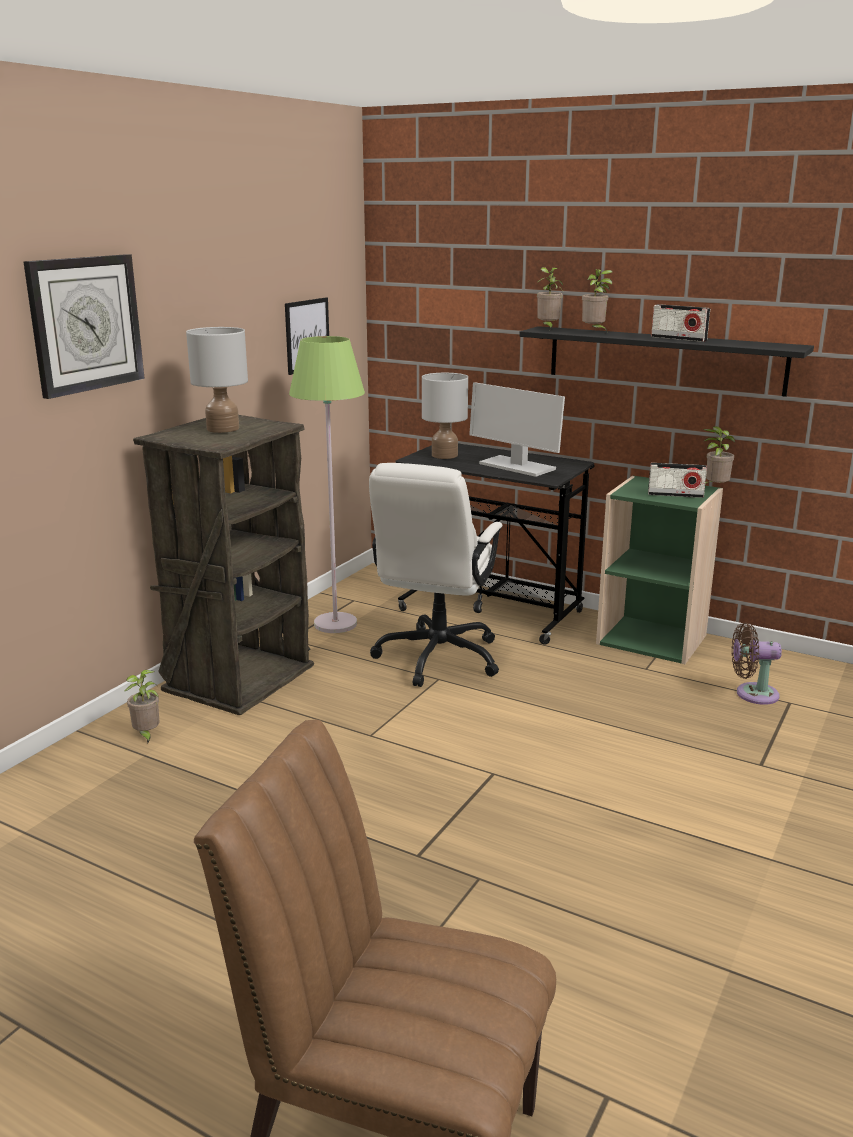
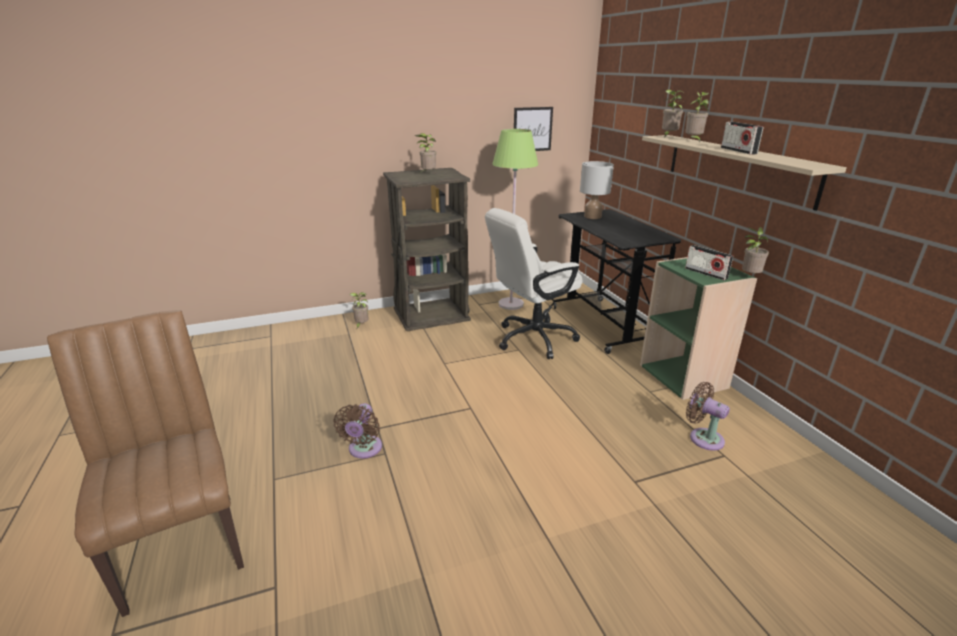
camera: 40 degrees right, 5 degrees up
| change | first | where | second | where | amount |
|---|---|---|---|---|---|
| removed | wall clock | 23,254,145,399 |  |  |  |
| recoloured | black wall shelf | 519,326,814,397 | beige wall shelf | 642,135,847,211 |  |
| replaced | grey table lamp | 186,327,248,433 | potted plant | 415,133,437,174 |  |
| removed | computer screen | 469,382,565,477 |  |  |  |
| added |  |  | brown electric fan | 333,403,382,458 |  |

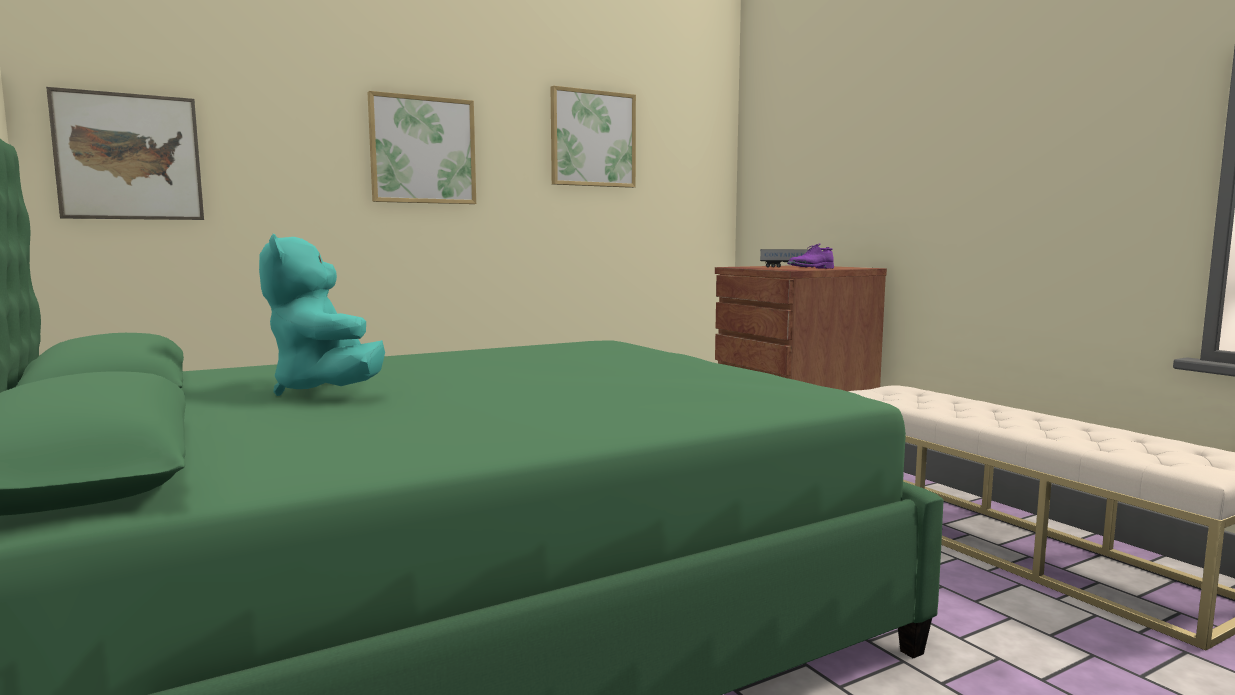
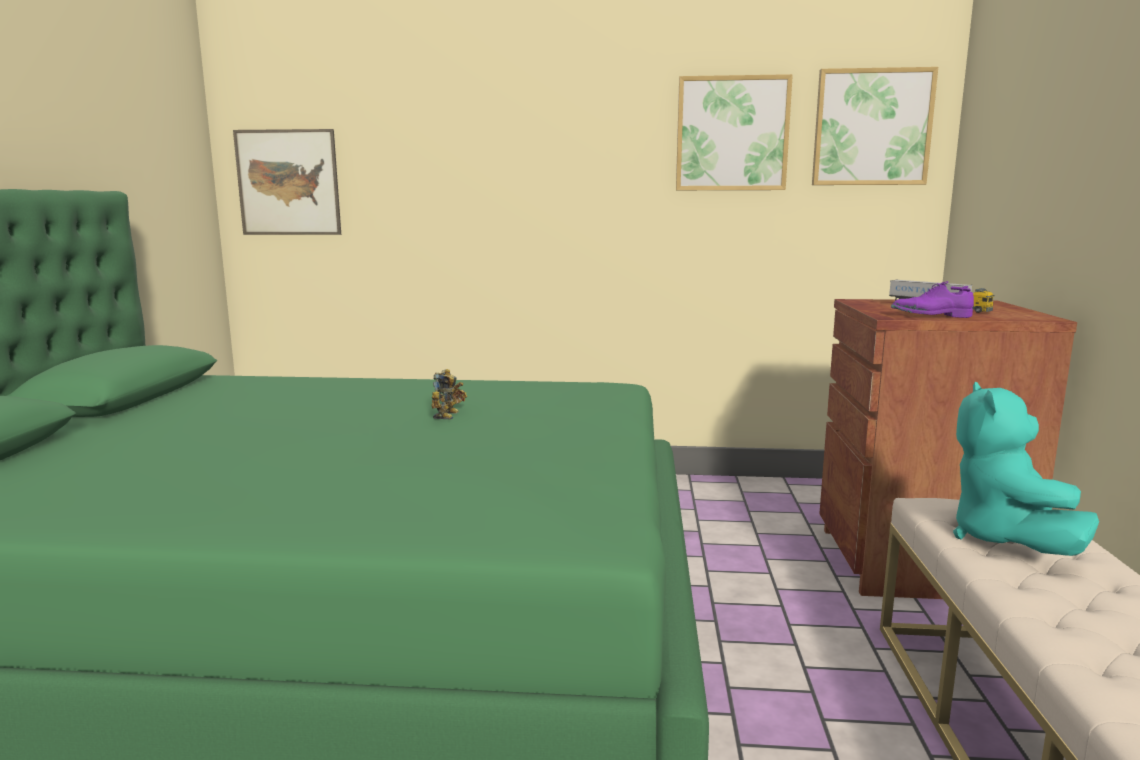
camera: 35 degrees right, 5 degrees up
| change | first | where | second | where | amount |
|---|---|---|---|---|---|
| moved | wall picture | 368,91,476,204 |  | 812,67,938,185 |  |
| moved | turquoise-coloured plush toy | 259,234,385,396 |  | 953,382,1099,556 |  |
| added |  |  | toy robot | 432,369,467,419 |  |

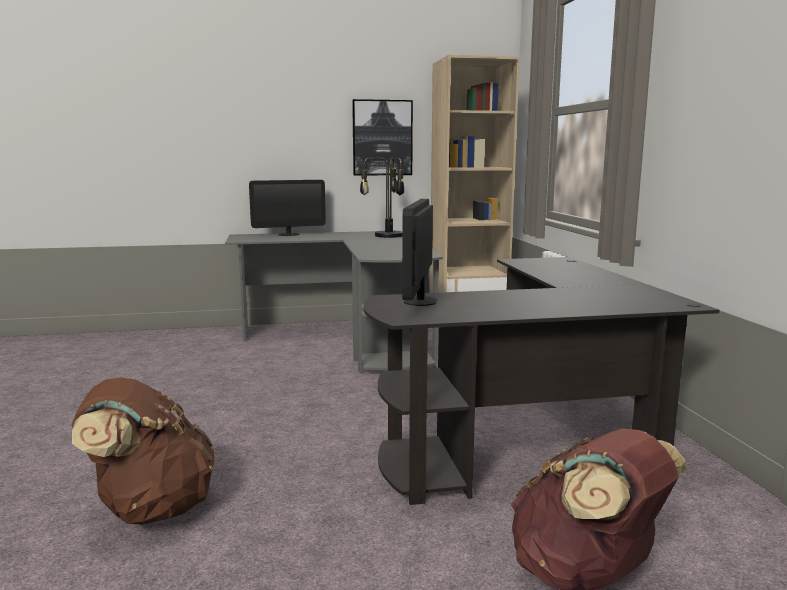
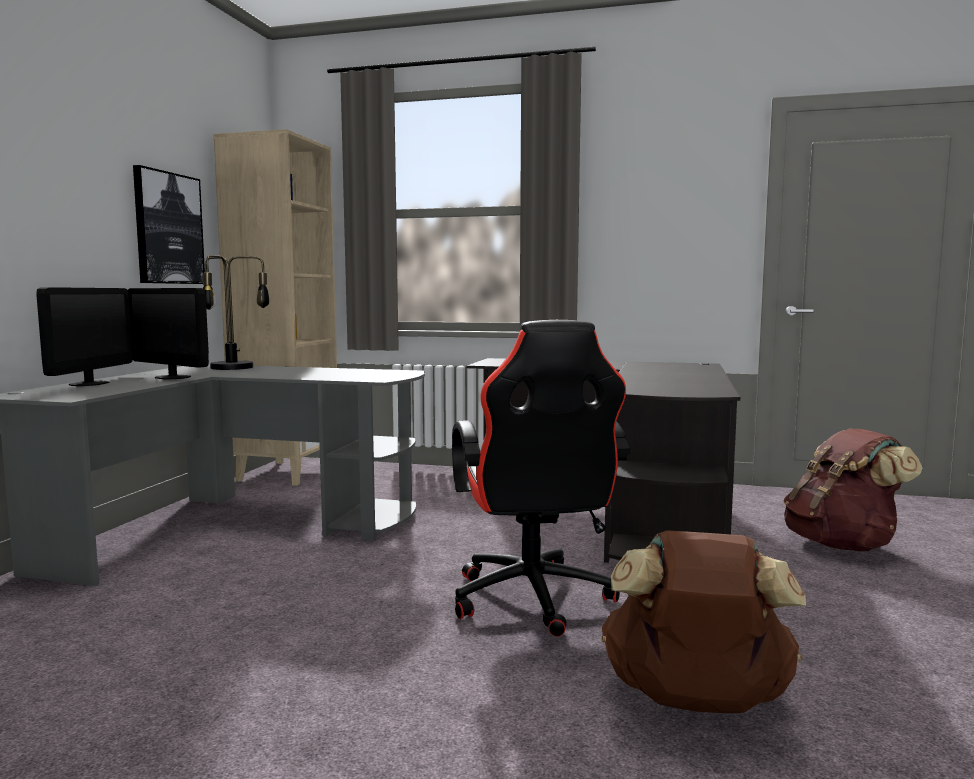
camera: 65 degrees left, 5 degrees down
| change | first | where | second | where | amount |
|---|---|---|---|---|---|
| moved | computer screen | 402,199,437,306 |  | 128,288,209,380 |  |
| added |  |  | black desk chair | 452,320,630,637 |  |

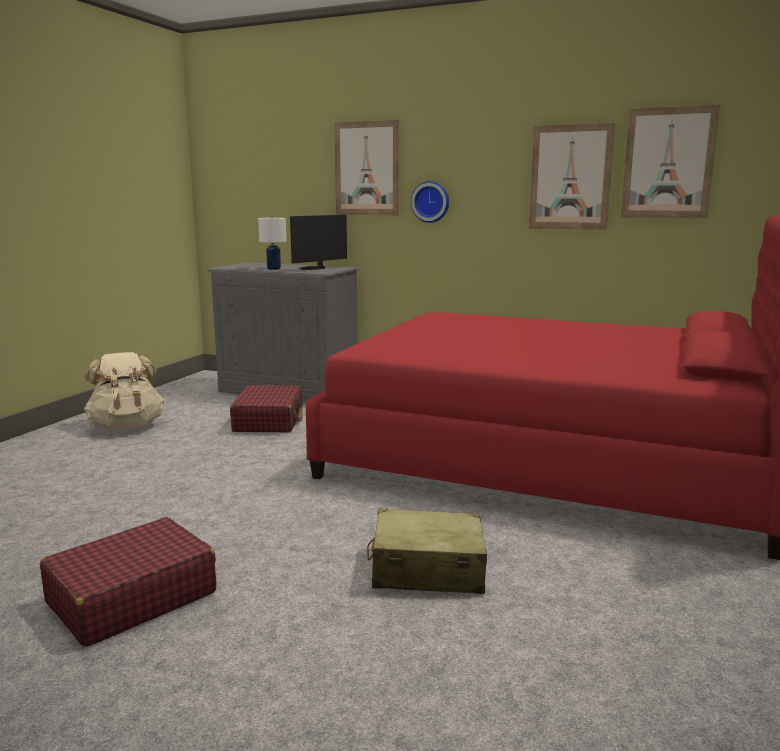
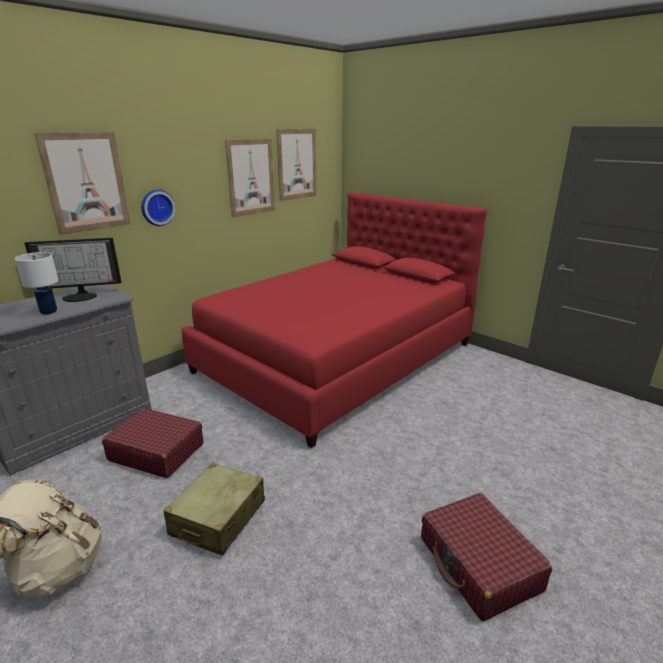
camera: 70 degrees left, 10 degrees up
| change | first | where | second | where | amount |
|---|---|---|---|---|---|
| turned | computer screen | 290,215,347,270 |  | 24,238,121,302 | 75 degrees counterclockwise |
| moved | beige piece of luggage | 367,508,487,594 |  | 163,463,265,556 |  |

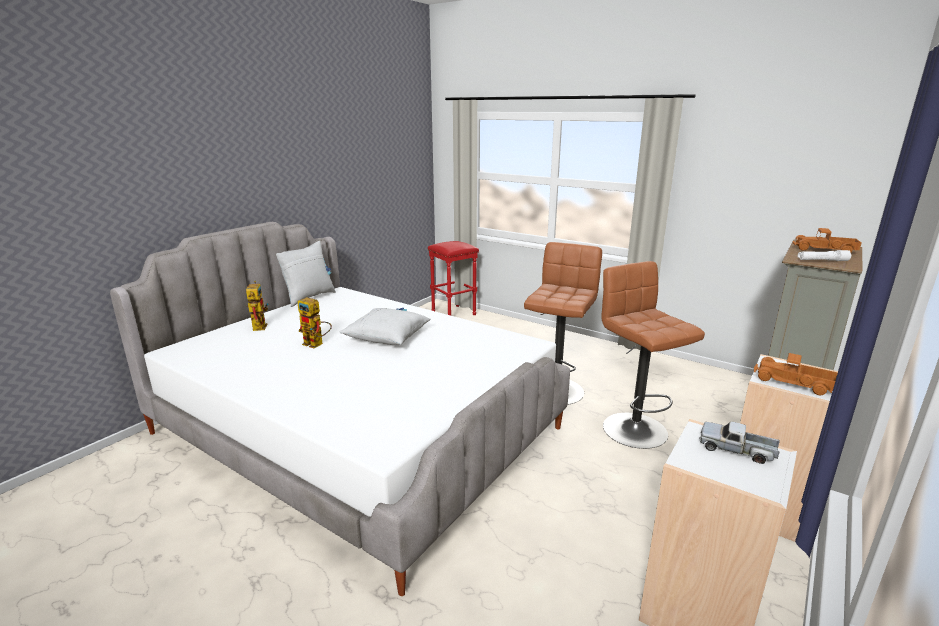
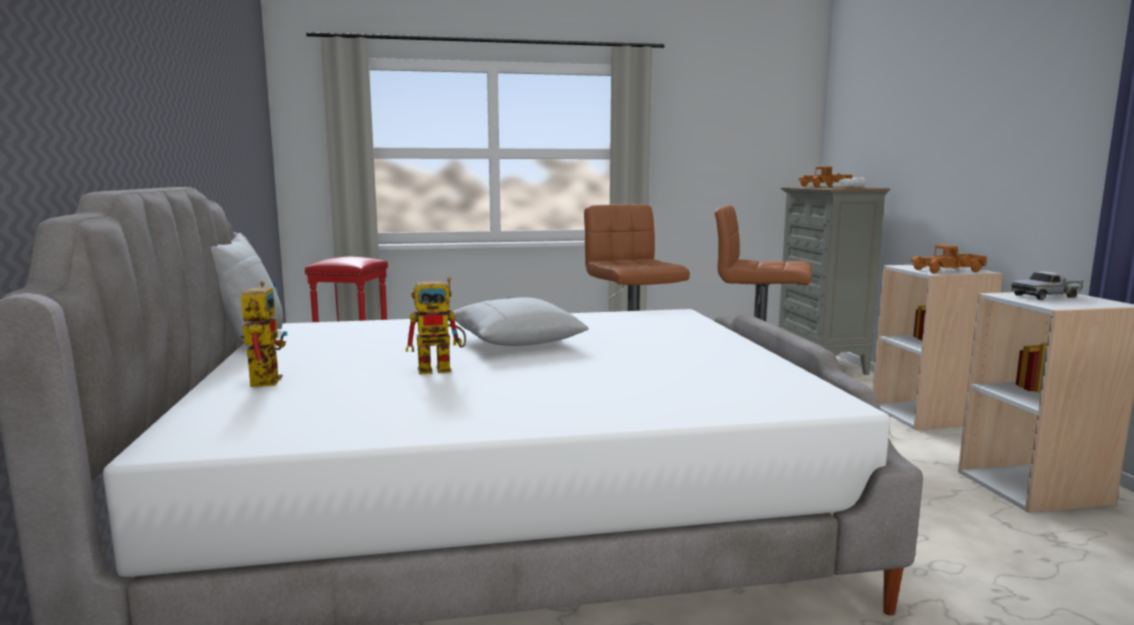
camera: 45 degrees left, 10 degrees down
| change | first | where | second | where | amount |
|---|---|---|---|---|---|
| turned | toy robot | 246,281,269,331 |  | 241,281,288,387 | 45 degrees clockwise |

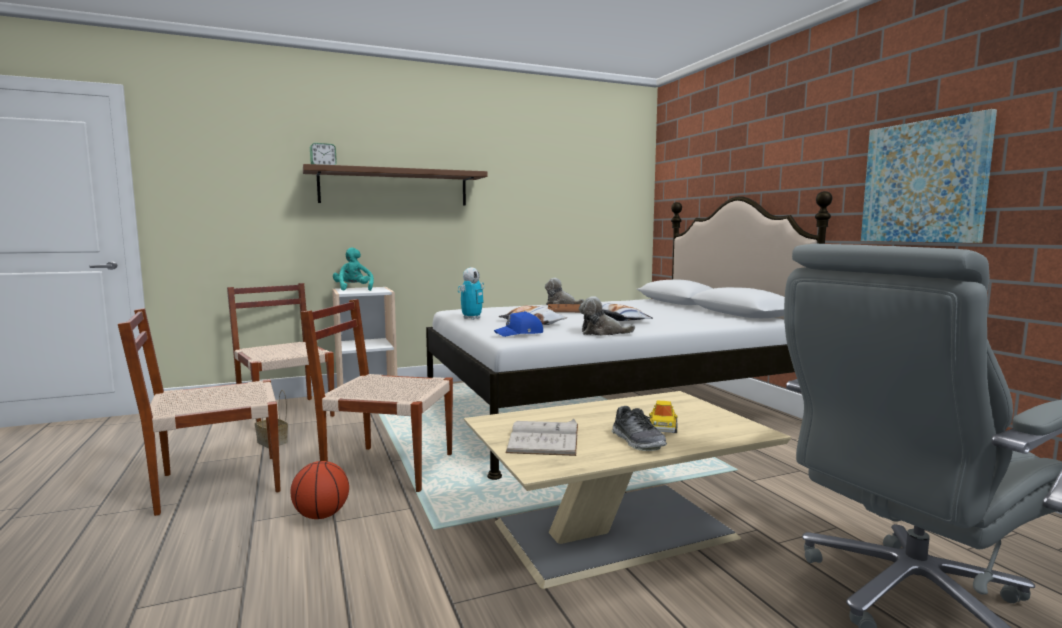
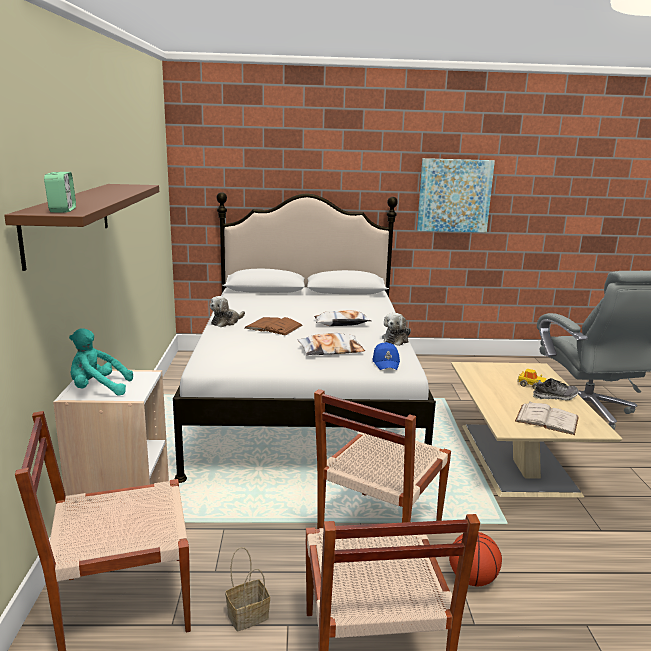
camera: 70 degrees left, 10 degrees up
| change | first | where | second | where | amount |
|---|---|---|---|---|---|
| removed | toy robot | 458,268,484,320 |  |  |  |

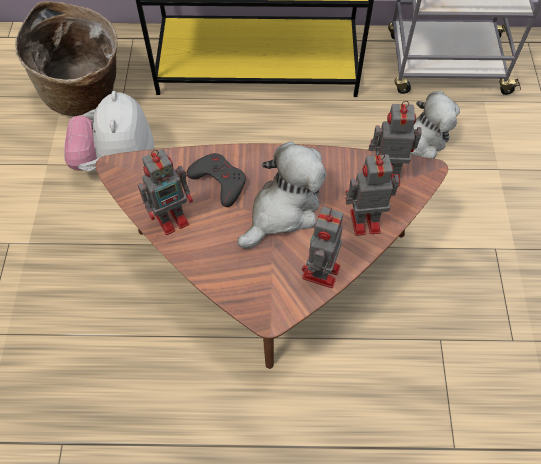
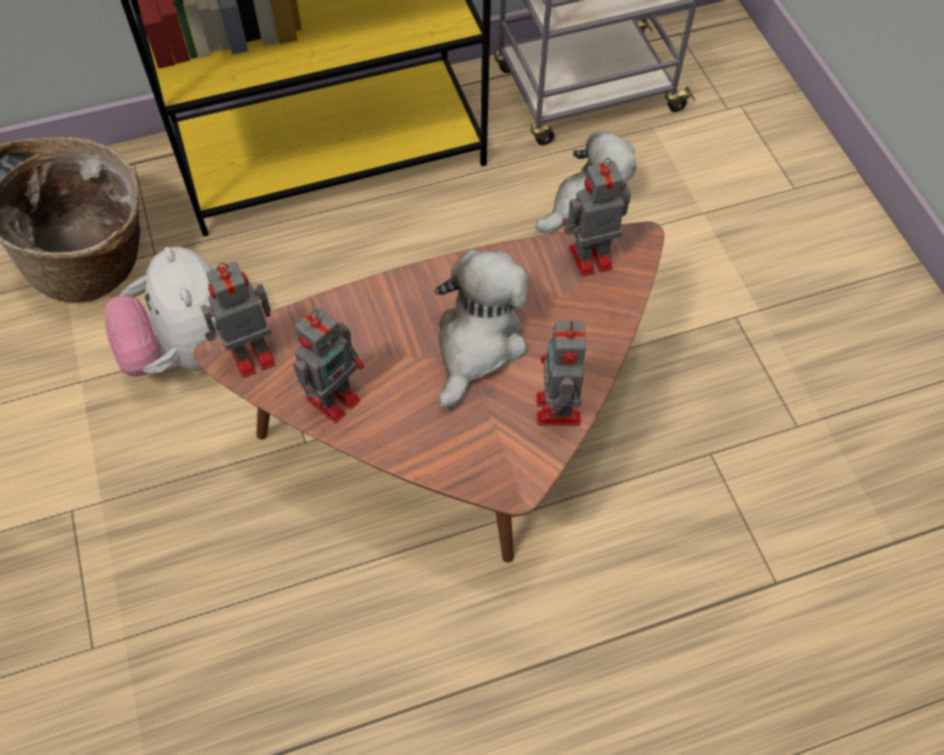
camera: 20 degrees left, 0 degrees up
| change | first | where | second | where | amount |
|---|---|---|---|---|---|
| removed | grey game controller | 186,153,246,207 |  |  |  |
| moved | toy robot | 345,153,399,236 |  | 201,262,276,378 |  |

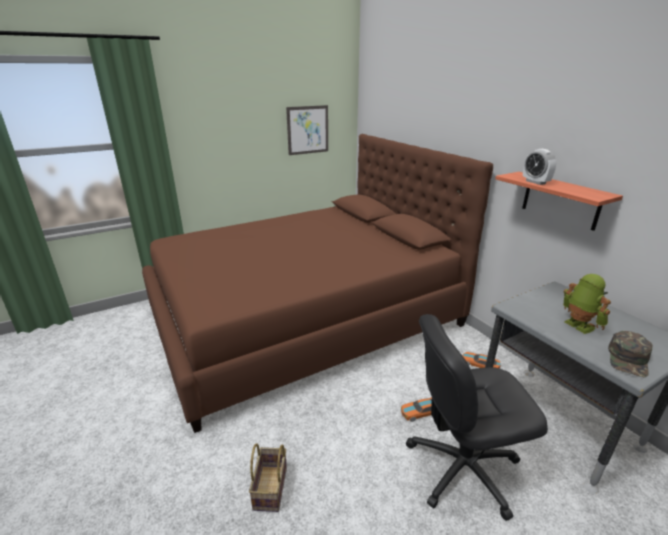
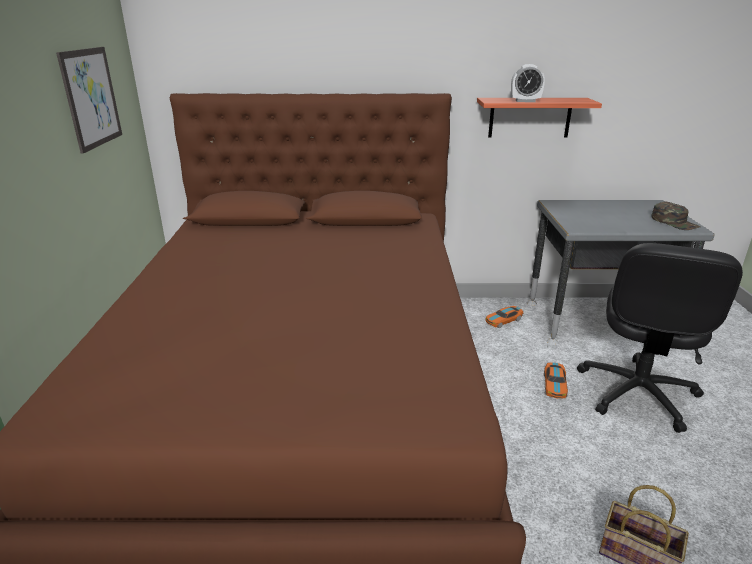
camera: 60 degrees left, 0 degrees up
| change | first | where | second | where | amount |
|---|---|---|---|---|---|
| removed | toy robot | 563,274,611,334 |  |  |  |

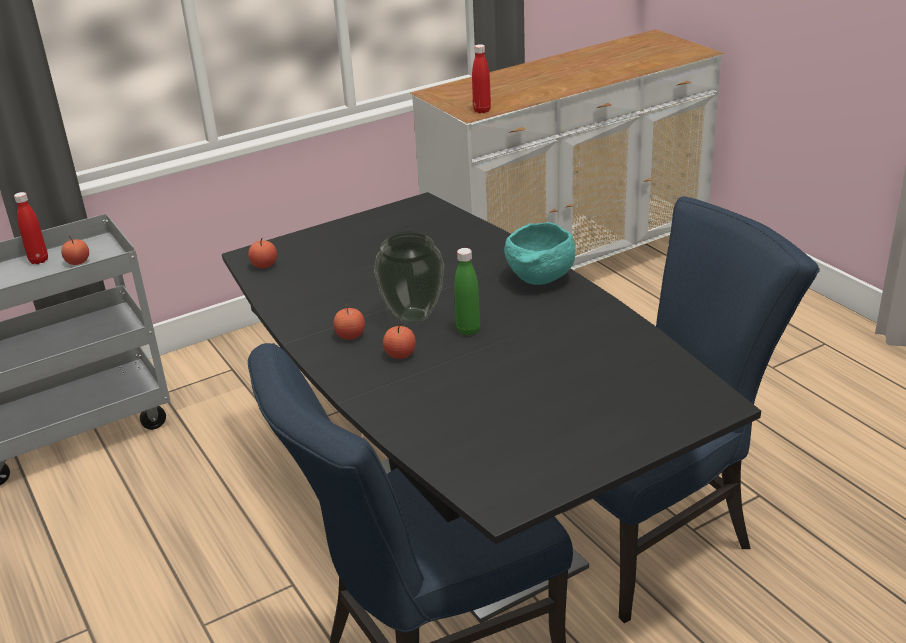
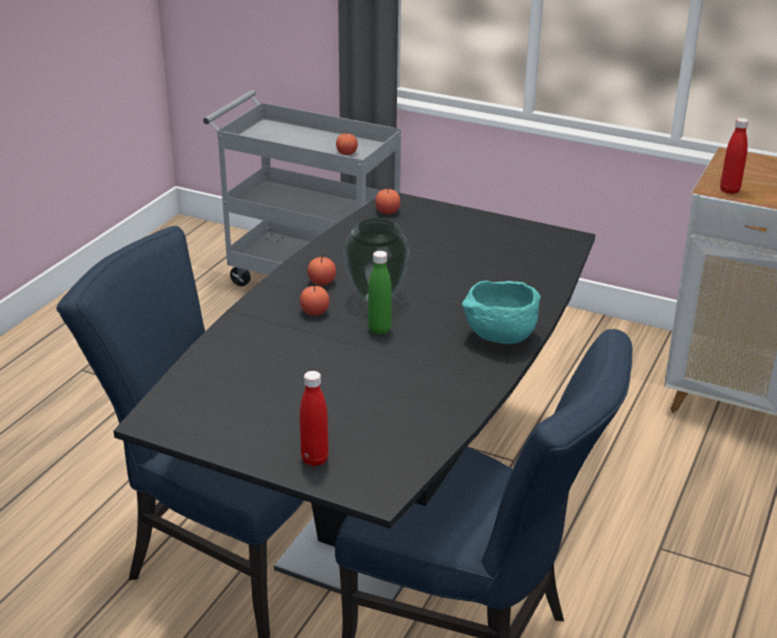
camera: 55 degrees right, 0 degrees up
| change | first | where | second | where | amount |
|---|---|---|---|---|---|
| moved | red bottle | 14,192,48,264 |  | 300,371,329,467 |  |

